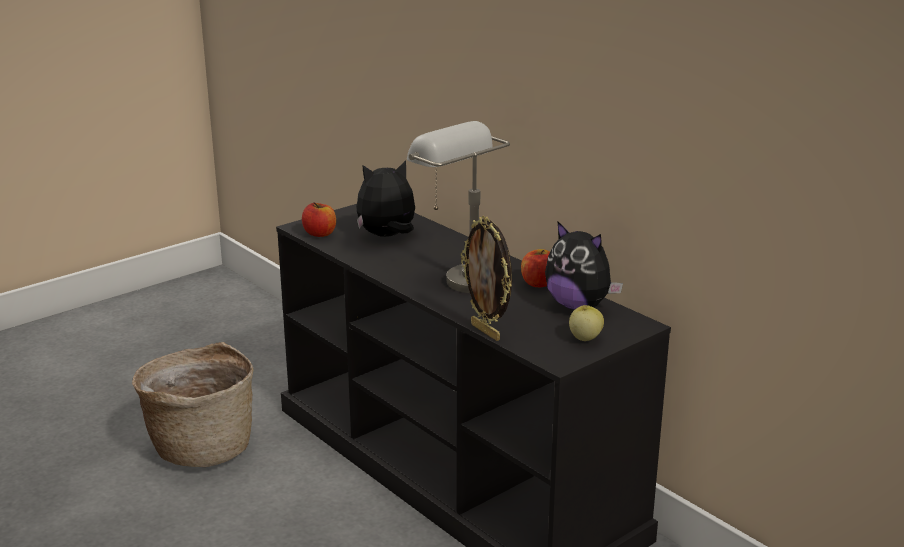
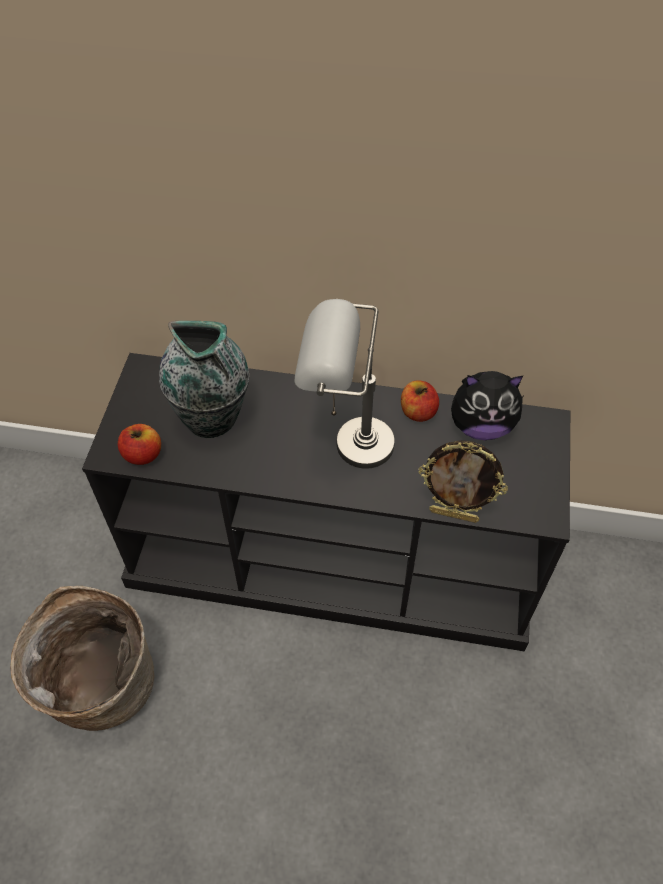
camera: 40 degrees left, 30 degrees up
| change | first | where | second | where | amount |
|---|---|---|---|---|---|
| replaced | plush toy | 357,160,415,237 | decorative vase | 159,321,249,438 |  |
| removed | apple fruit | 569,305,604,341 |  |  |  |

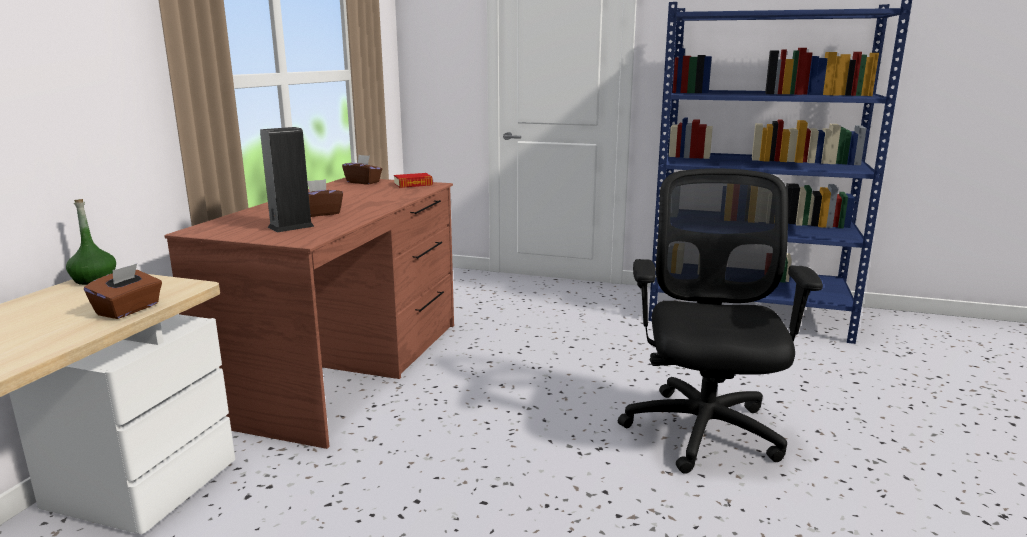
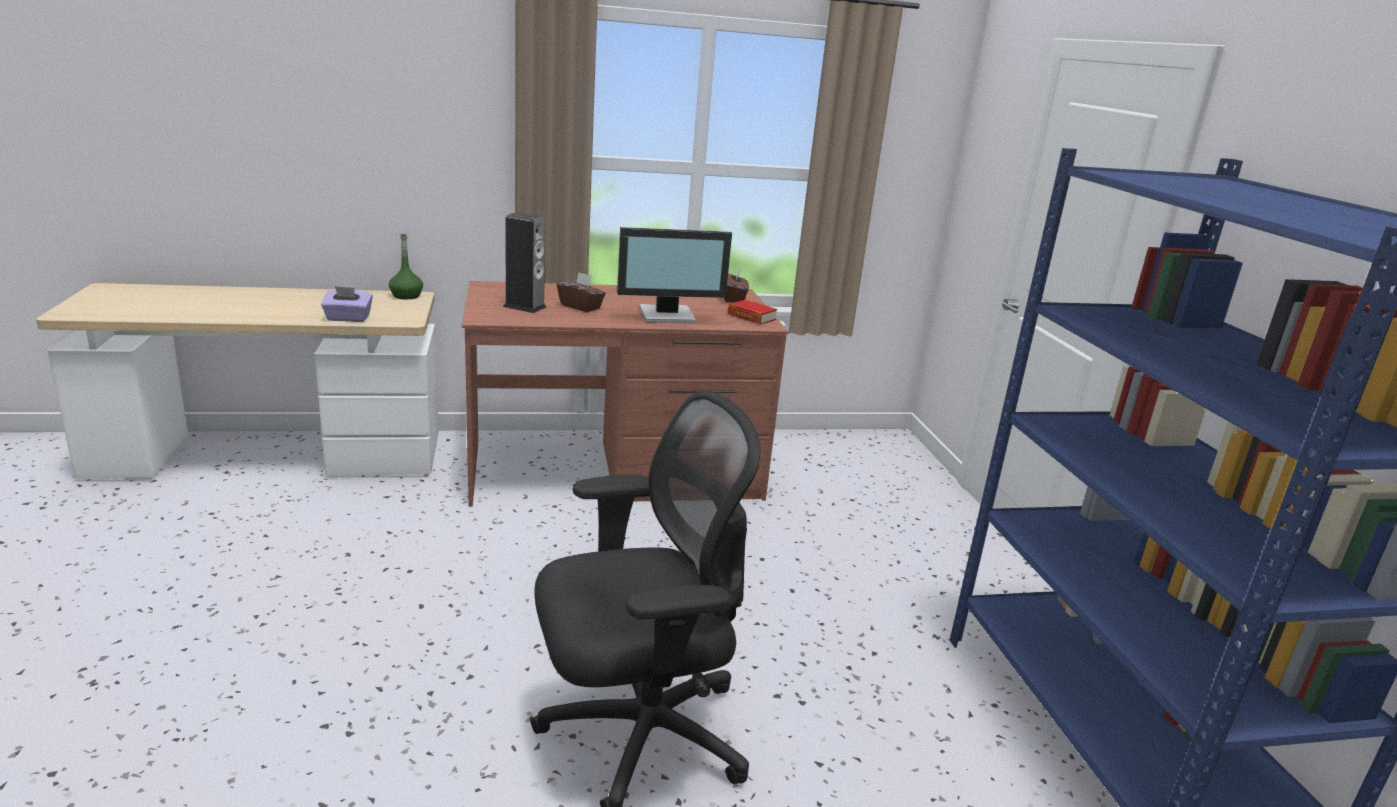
camera: 60 degrees right, 5 degrees up
| change | first | where | second | where | amount |
|---|---|---|---|---|---|
| recoloured | brown tissue holder | 84,263,162,319 | purple-coloured tissue holder | 321,286,373,322 |  |
| added |  |  | computer screen | 617,227,732,323 |  |

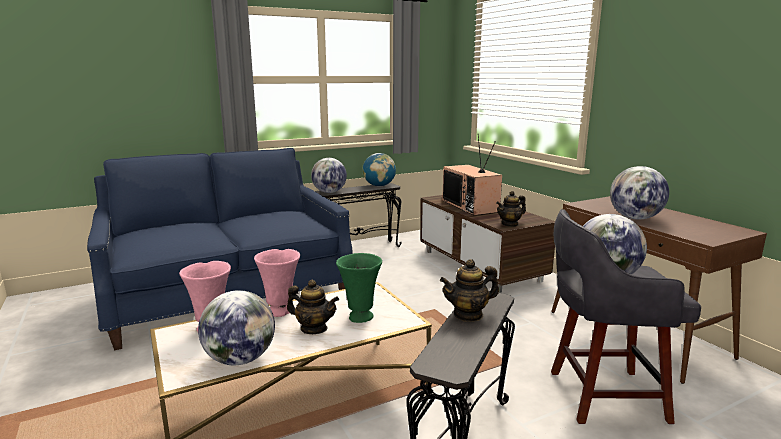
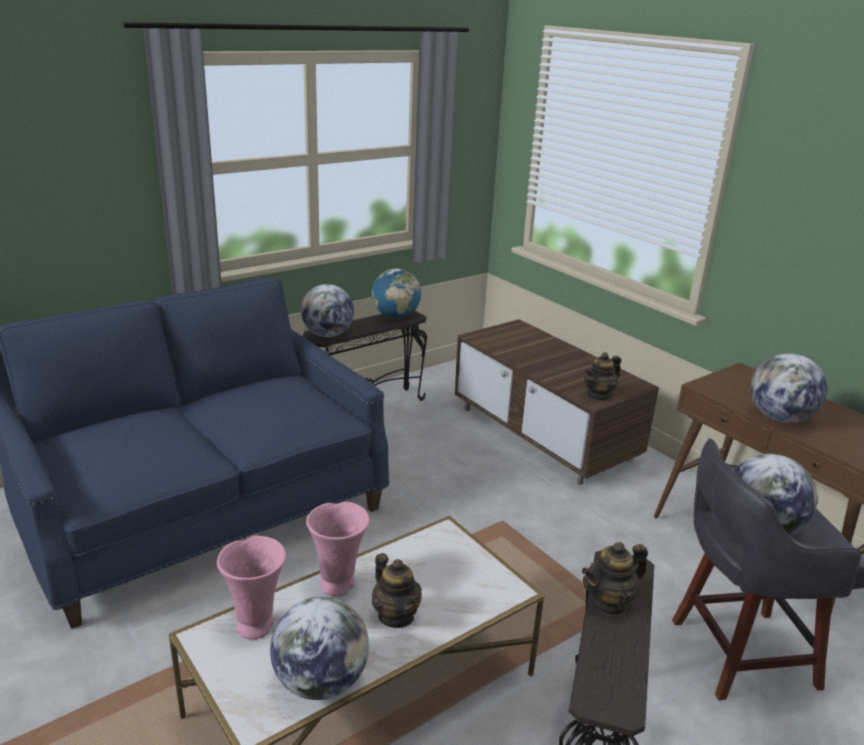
camera: 10 degrees left, 10 degrees up
| change | first | where | second | where | amount |
|---|---|---|---|---|---|
| removed | TV set | 442,135,502,215 |  |  |  |
| removed | green-coloured decorative vase | 336,253,382,323 |  |  |  |
| turned | pot for tea | 287,280,339,334 |  | 372,553,422,628 | 45 degrees clockwise |

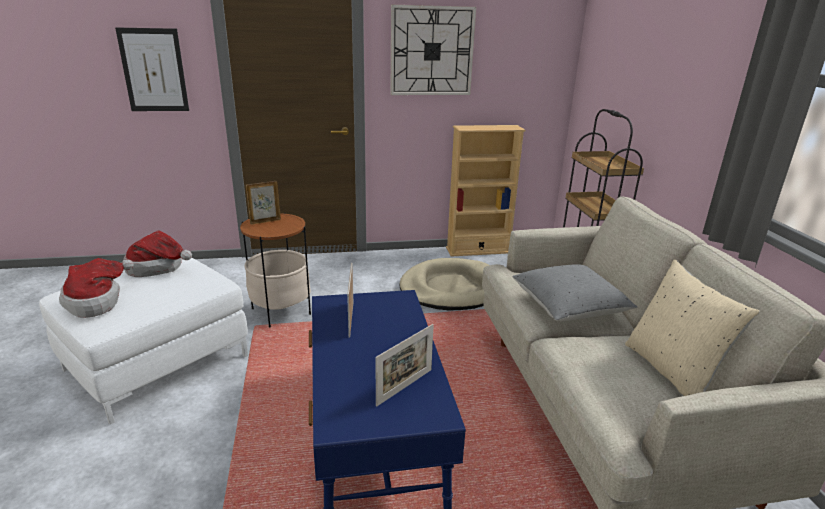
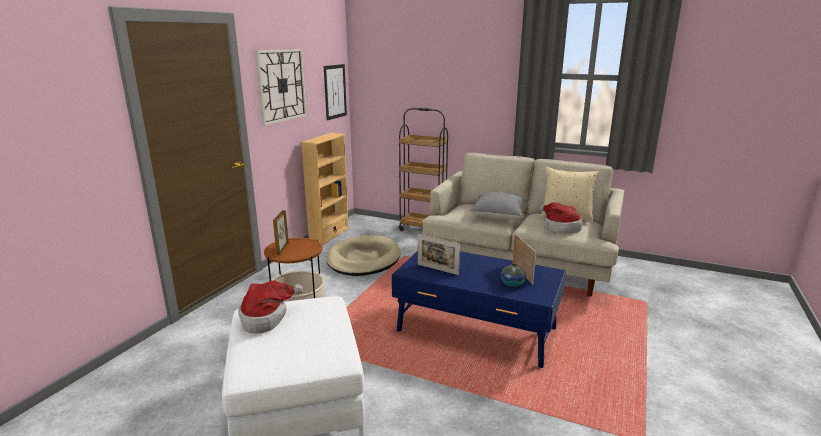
camera: 55 degrees left, 5 degrees down
| change | first | where | second | where | amount |
|---|---|---|---|---|---|
| moved | wall picture | 115,27,189,111 |  | 324,64,347,120 |  |
| moved | wearable hat | 59,258,134,318 |  | 539,202,583,234 |  |
| added |  |  | decorative vase | 501,264,526,287 |  |

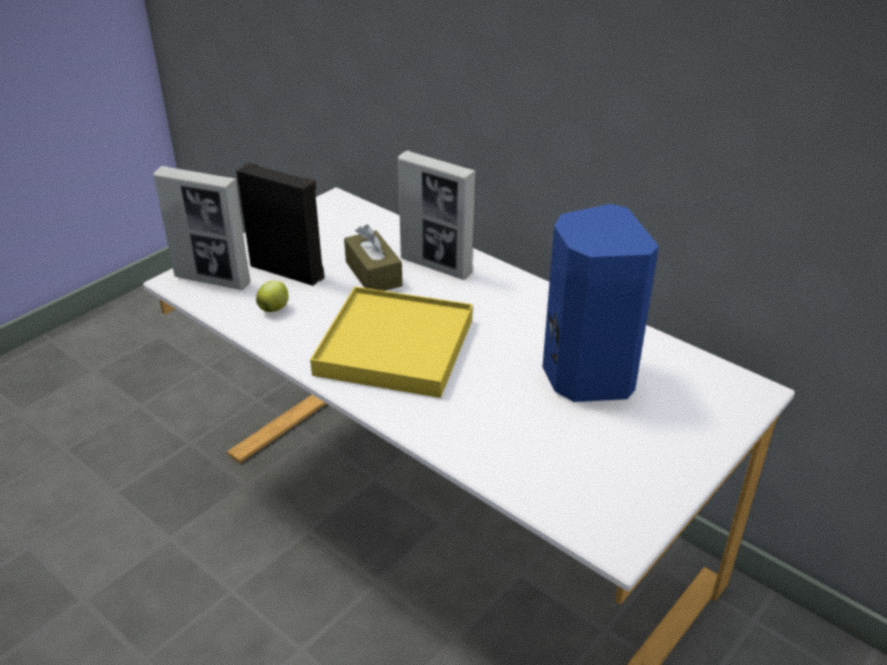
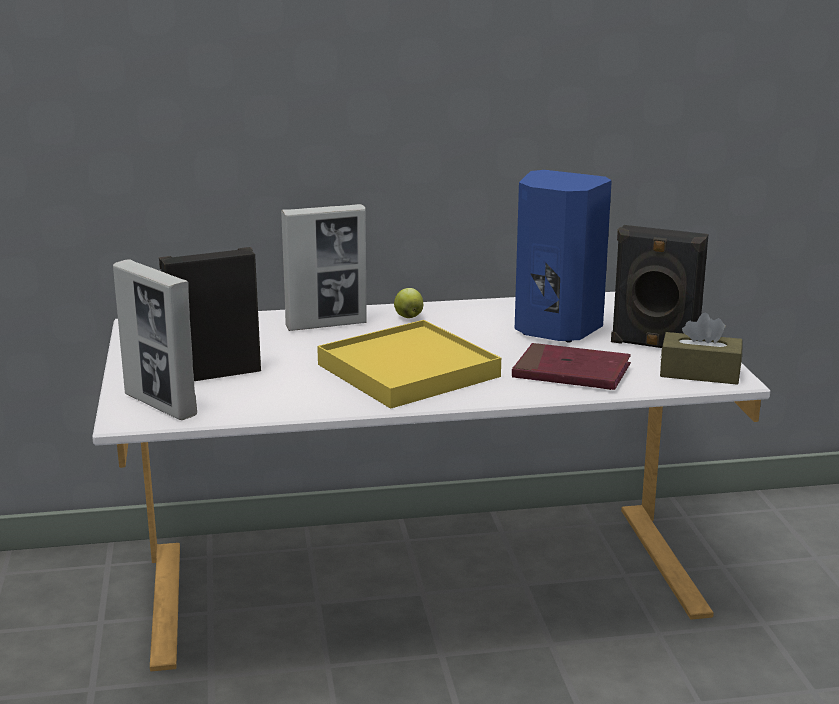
camera: 50 degrees left, 15 degrees down
| change | first | where | second | where | amount |
|---|---|---|---|---|---|
| turned | picture frame | 153,166,250,290 |  | 113,259,197,420 | 75 degrees clockwise |
| moved | brown tissue holder | 344,225,403,291 |  | 660,313,743,385 |  |
| moved | apple fruit | 256,281,289,312 |  | 394,288,423,318 |  |
| added |  |  | black audio speaker | 611,225,709,348 |  |
| added |  |  | red bound book | 512,343,631,390 |  |

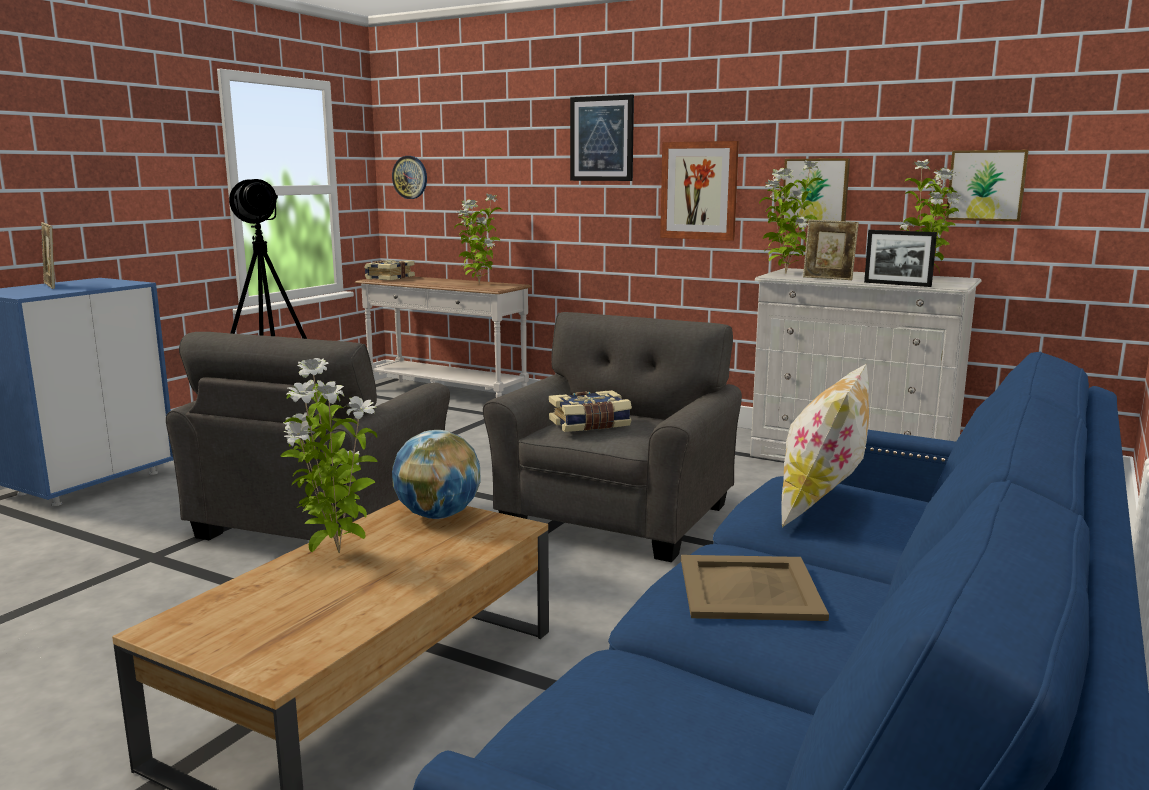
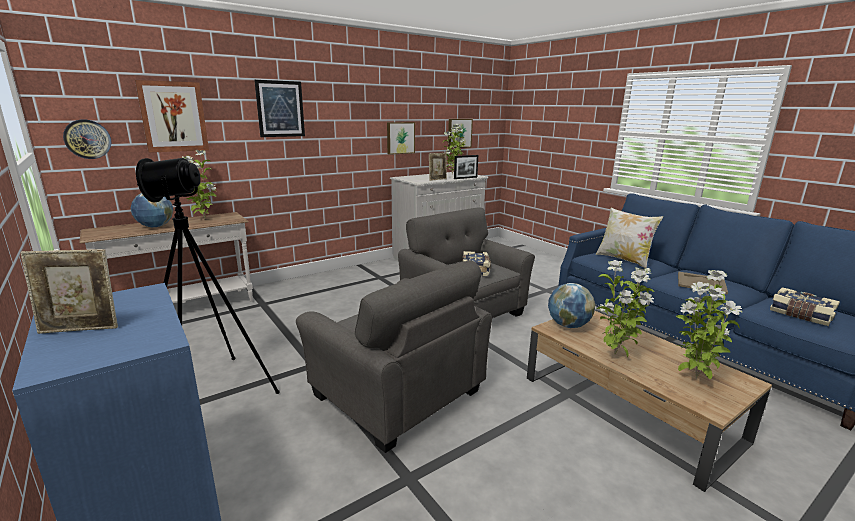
camera: 65 degrees left, 5 degrees up
| change | first | where | second | where | amount |
|---|---|---|---|---|---|
| moved | wall picture | 660,141,739,241 |  | 135,80,209,153 |  |
| moved | potted plant | 759,160,824,274 |  | 676,270,742,379 |  |
| moved | bound book | 364,260,415,280 |  | 770,287,840,326 |  |
| added |  |  | world globe | 131,193,173,227 |  |

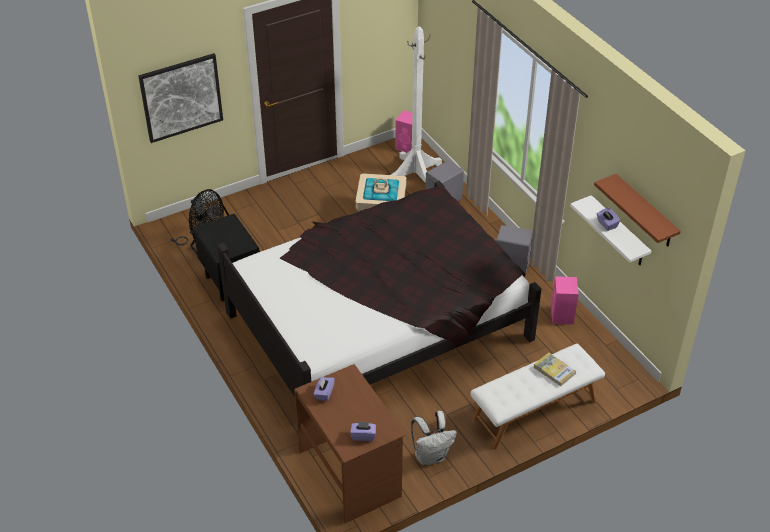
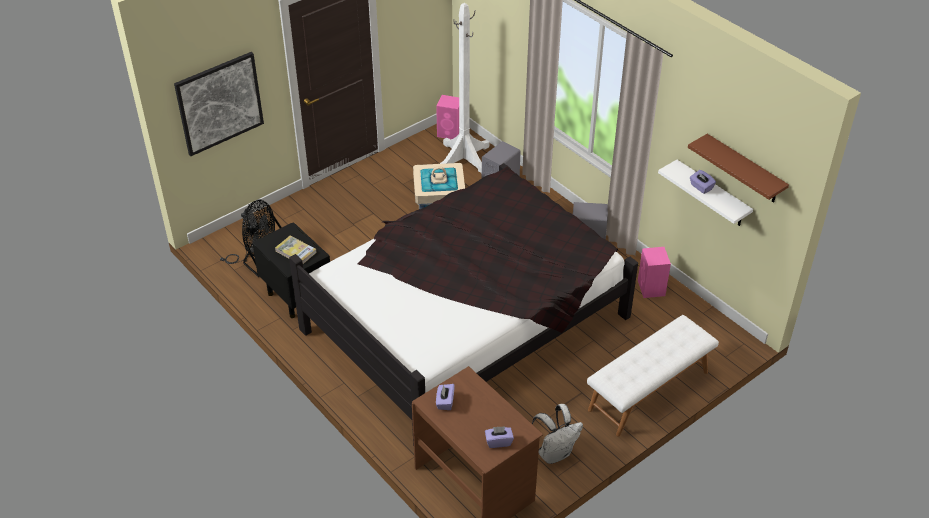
camera: 10 degrees left, 0 degrees up
| change | first | where | second | where | amount |
|---|---|---|---|---|---|
| moved | bound book | 533,352,576,386 |  | 275,236,317,264 |  |

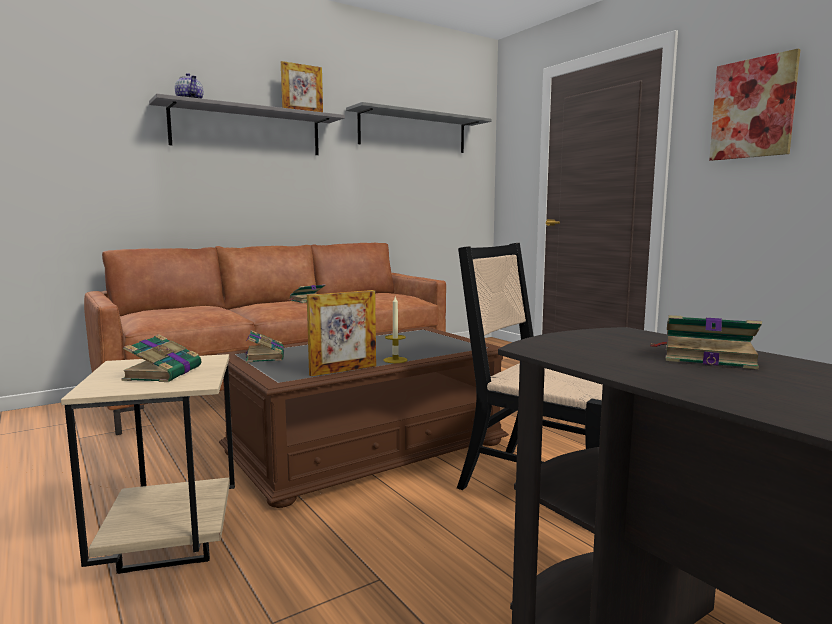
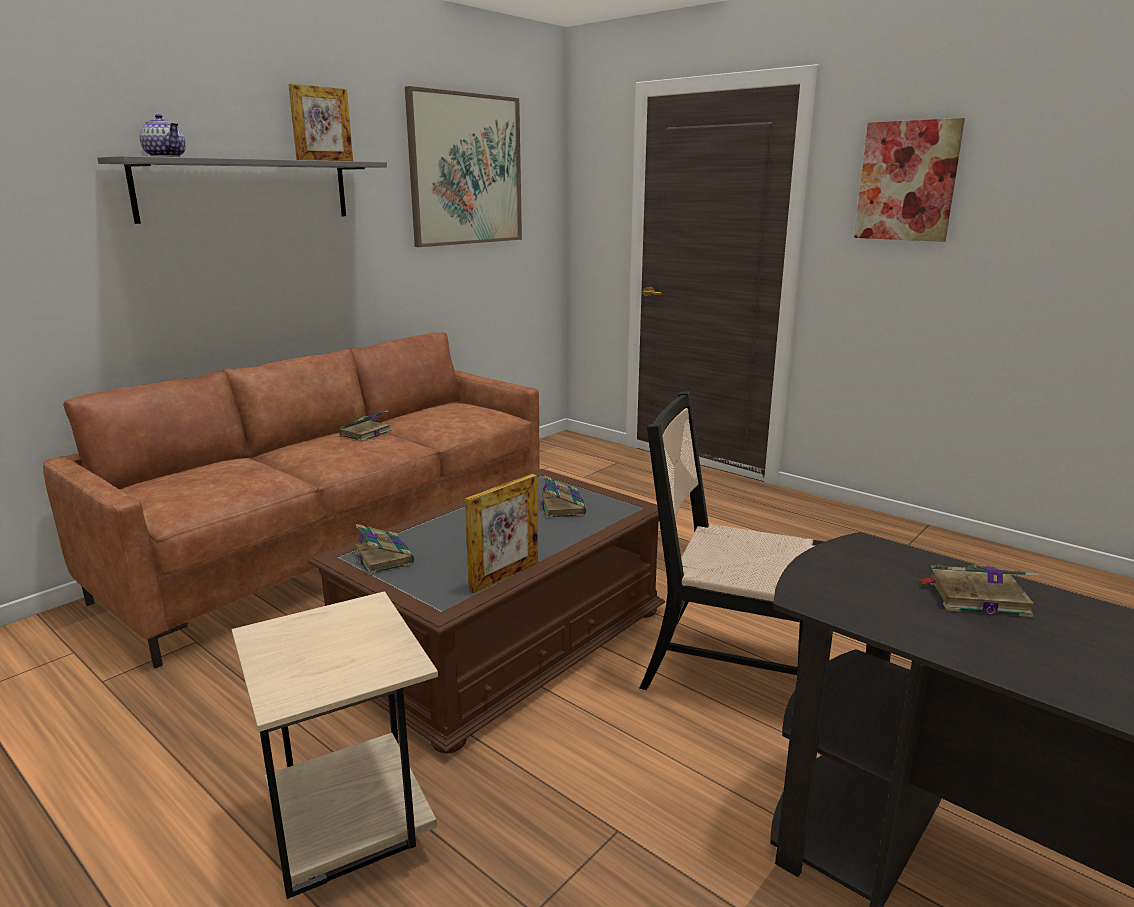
camera: 15 degrees left, 10 degrees up
| change | first | where | second | where | amount |
|---|---|---|---|---|---|
| replaced | grey wall shelf | 346,102,491,153 | wall picture | 405,86,522,247 |  |
| removed | candle | 384,297,408,363 |  |  |  |
| moved | bound book | 121,334,201,382 |  | 540,475,586,518 |  |

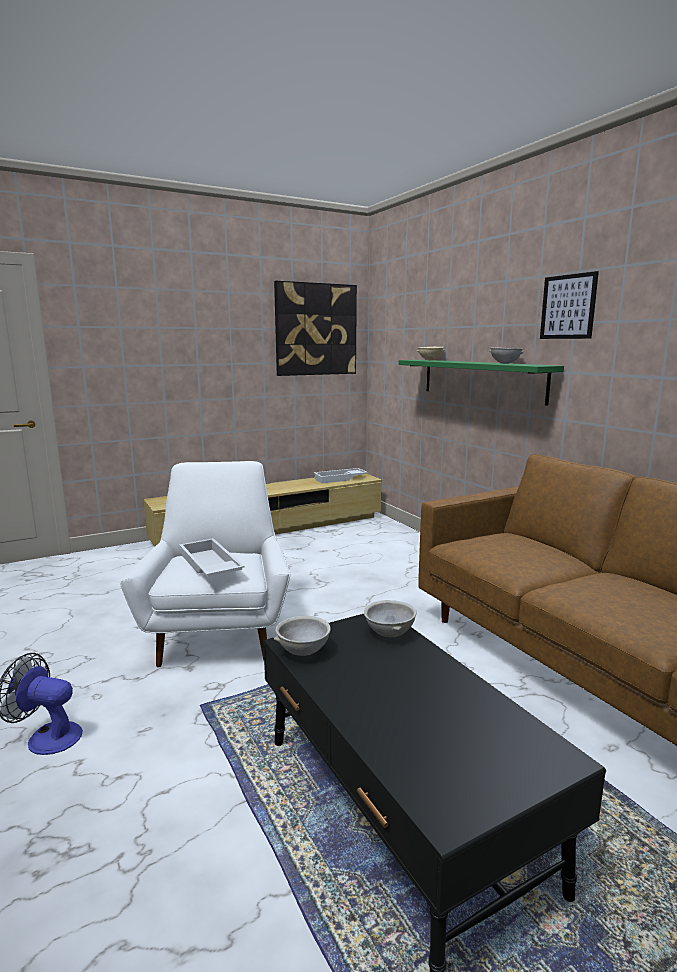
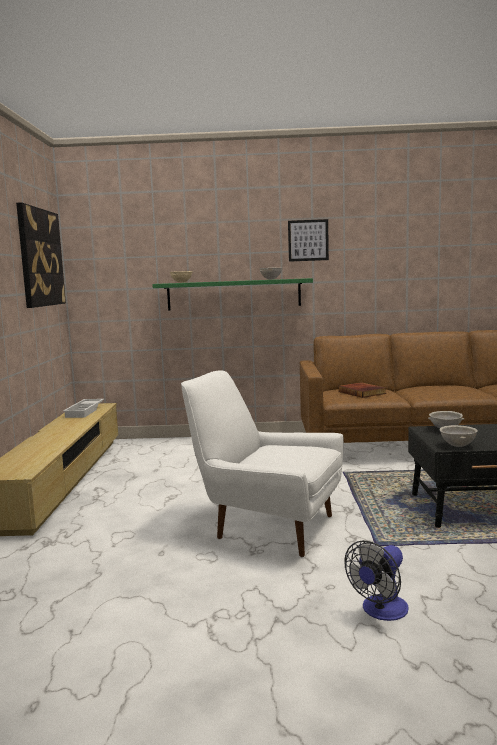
camera: 60 degrees left, 5 degrees down
| change | first | where | second | where | amount |
|---|---|---|---|---|---|
| removed | white-coloured tray | 179,538,245,577 |  |  |  |
| added |  |  | bound book | 339,382,386,398 |  |

